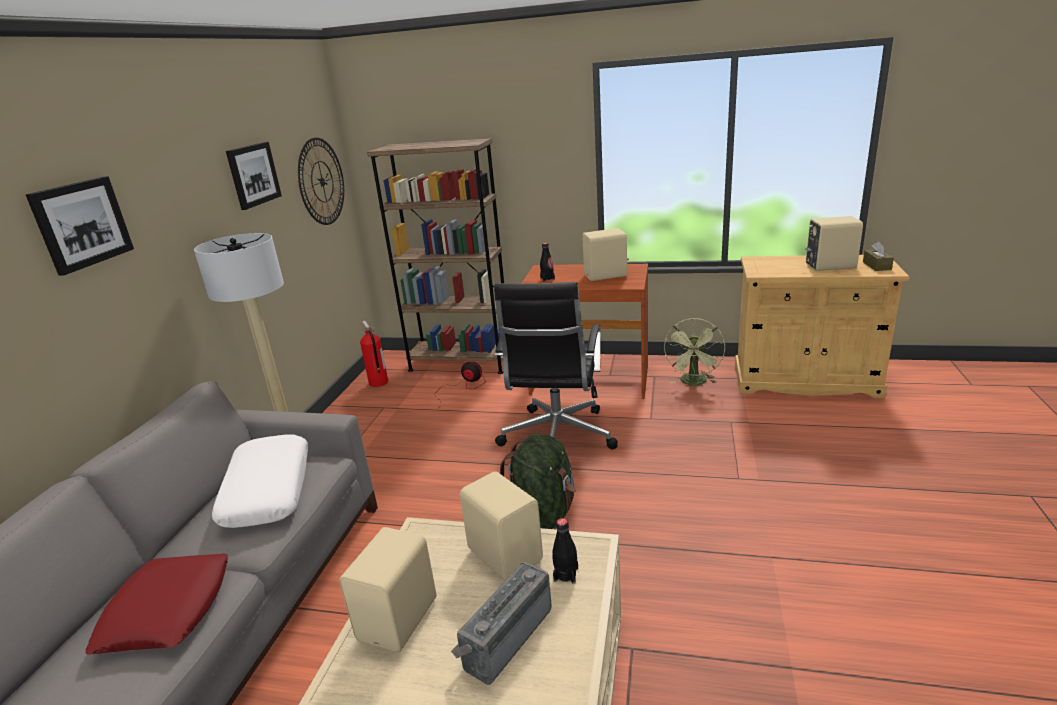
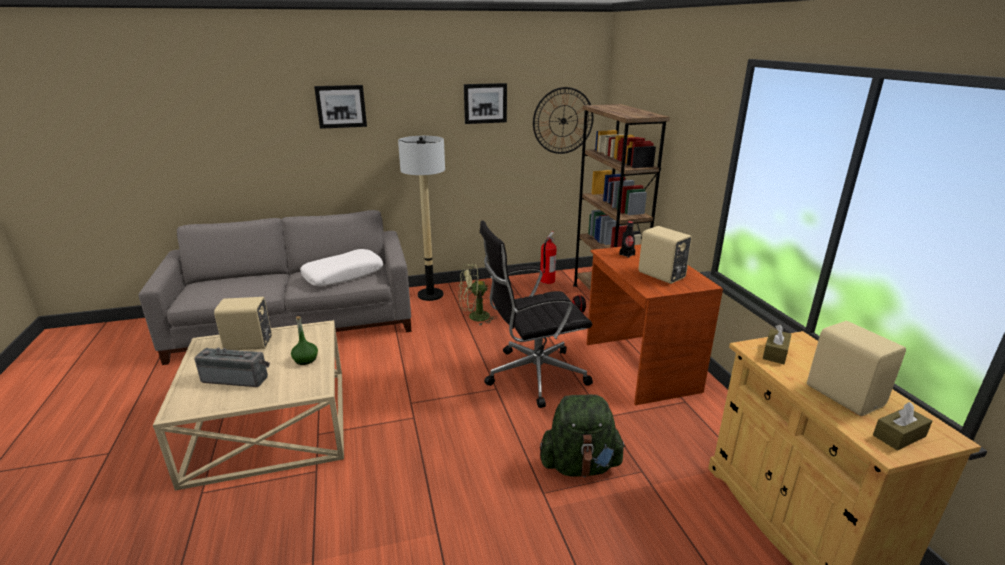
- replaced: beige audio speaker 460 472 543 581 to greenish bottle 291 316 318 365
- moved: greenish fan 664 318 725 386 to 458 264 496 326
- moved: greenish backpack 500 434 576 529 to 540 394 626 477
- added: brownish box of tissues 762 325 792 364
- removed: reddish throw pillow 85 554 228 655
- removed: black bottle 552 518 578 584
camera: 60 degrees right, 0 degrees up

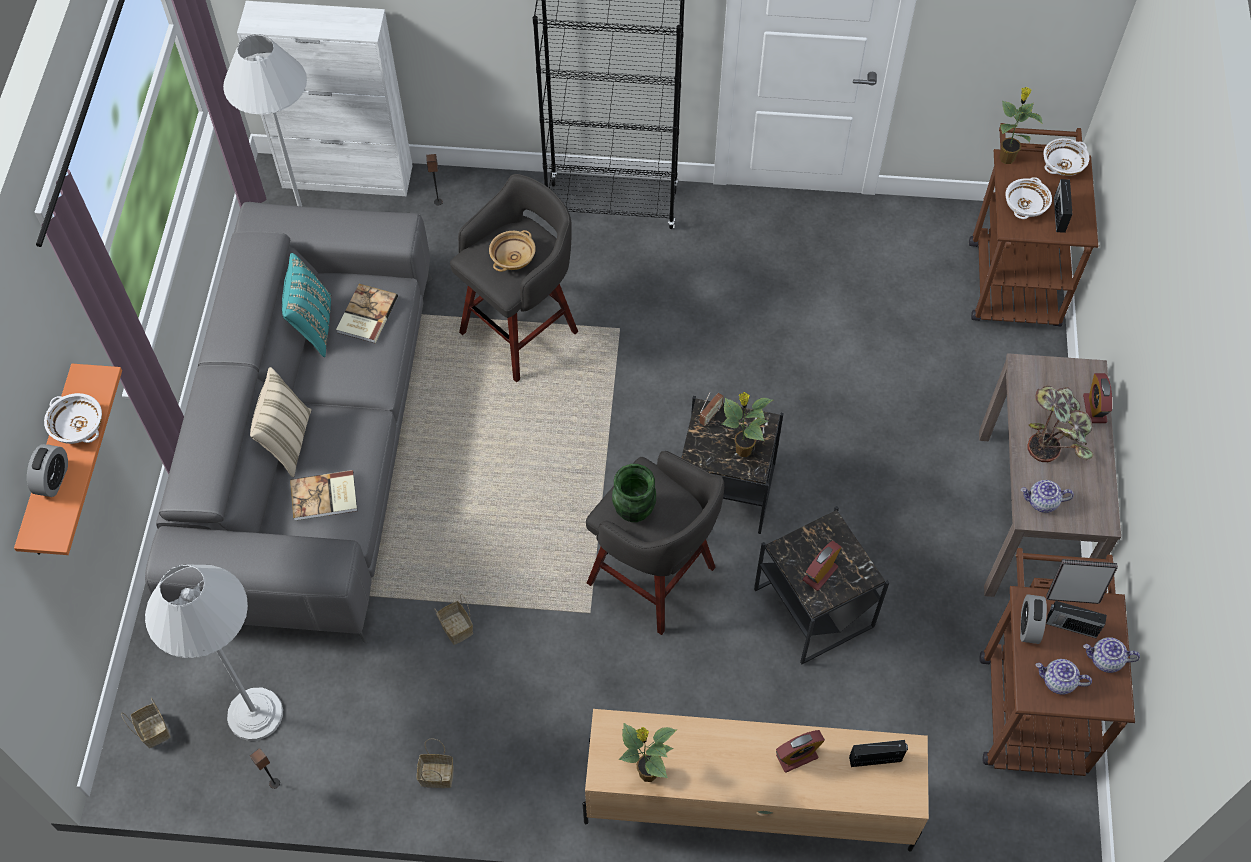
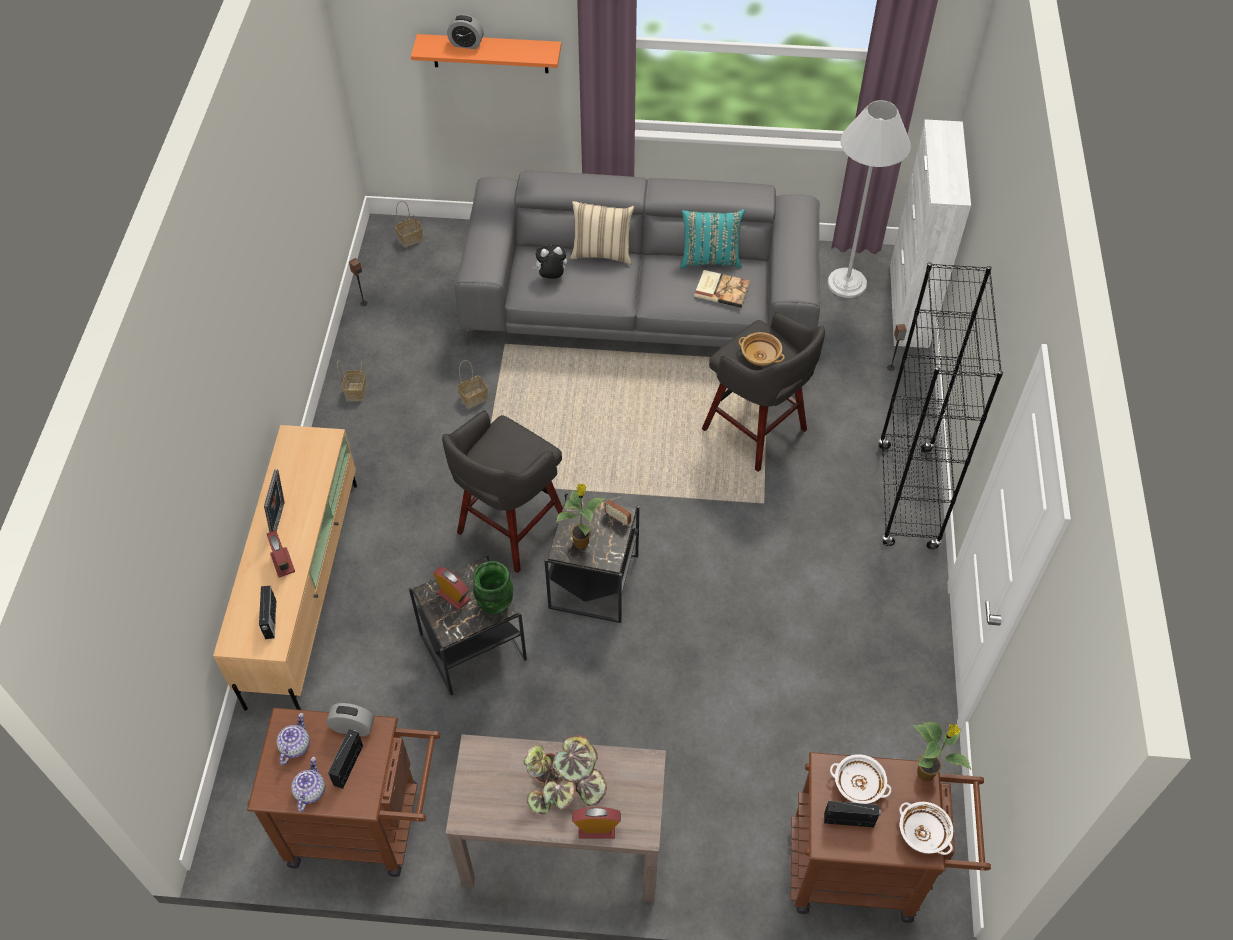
- moved: standing frame 1046 559 1118 604 to 264 469 285 532
- moved: greenish decorative vase 612 464 656 522 to 473 561 513 614
- replaced: book 290 470 358 521 to plush toy 532 245 567 279
- removed: white-coloured bowl 44 393 102 444
- removed: white-coloured standard lamp 145 564 283 741
- removed: houseplant 619 723 677 782
- removed: pot for tea 1021 480 1074 513
camera: 90 degrees right, 5 degrees down

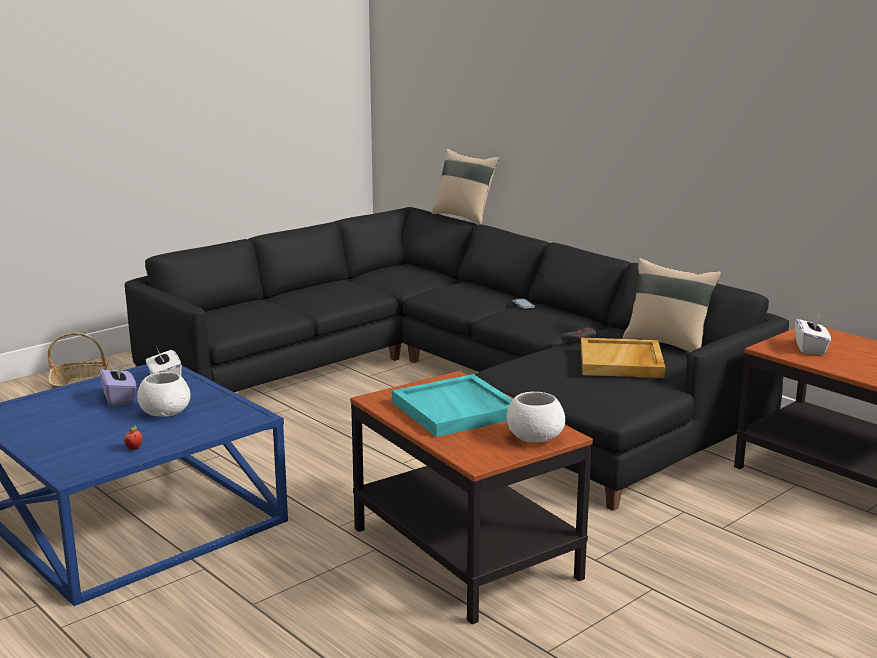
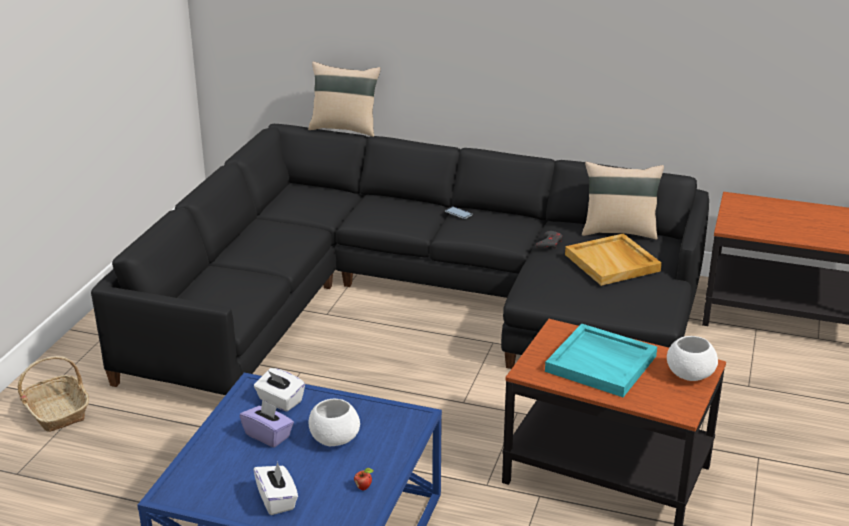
- moved: white-coloured box of tissues 795 313 831 355 to 254 462 298 515
camera: 30 degrees left, 10 degrees up

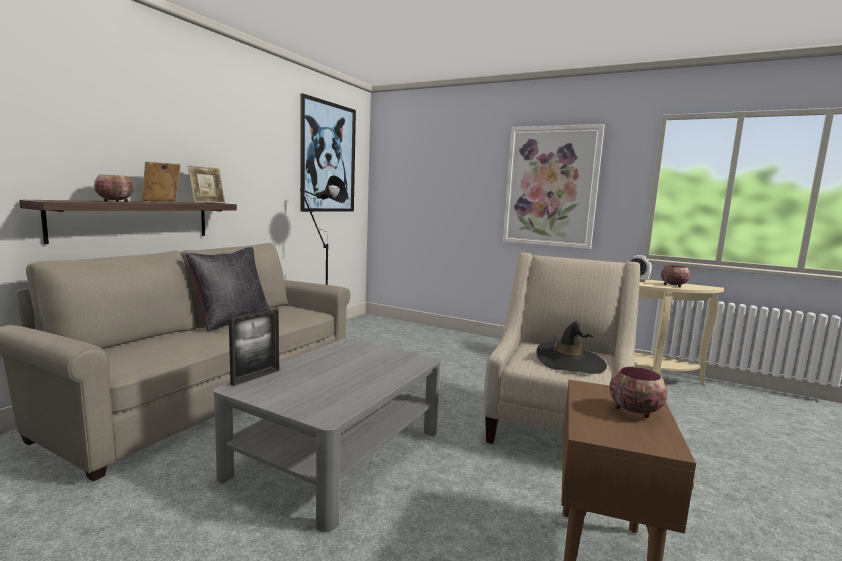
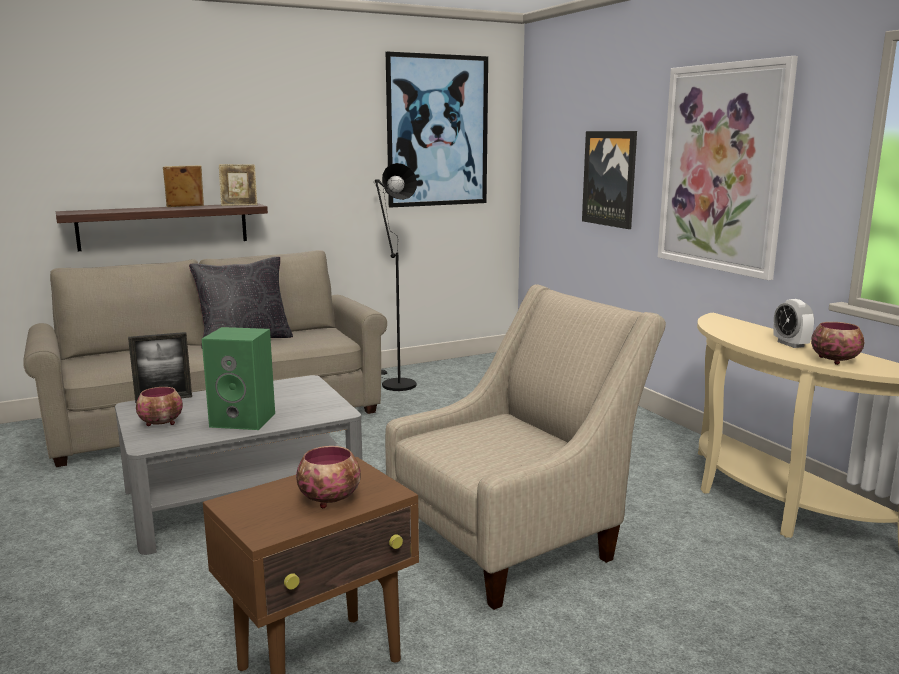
- moved: bowl 94 175 134 202 to 136 387 183 426
- added: greenish audio speaker 202 327 275 430
- added: picture 582 131 637 229
- removed: black clothing hat 536 321 607 374
camera: 35 degrees right, 5 degrees up

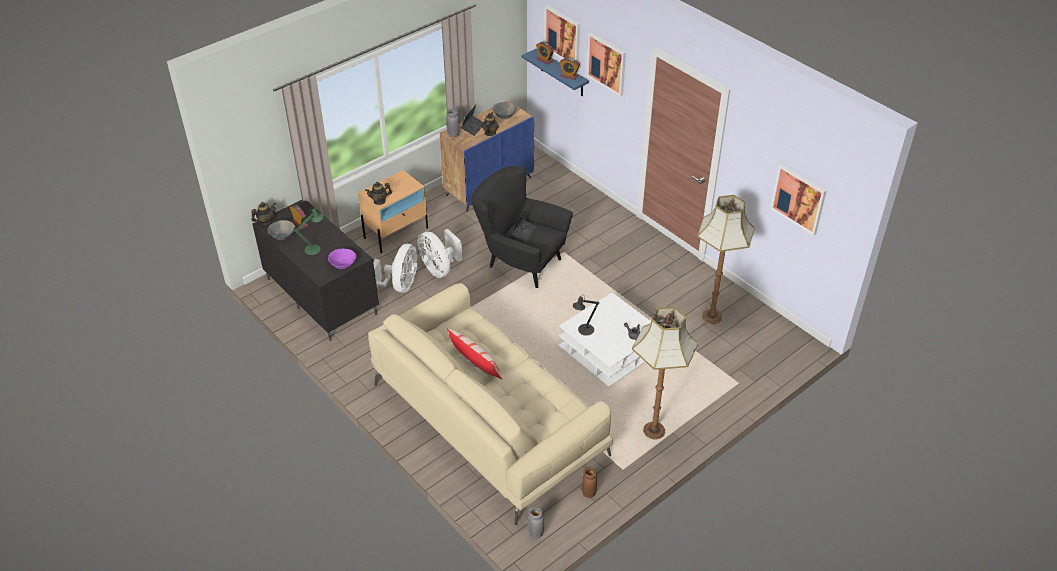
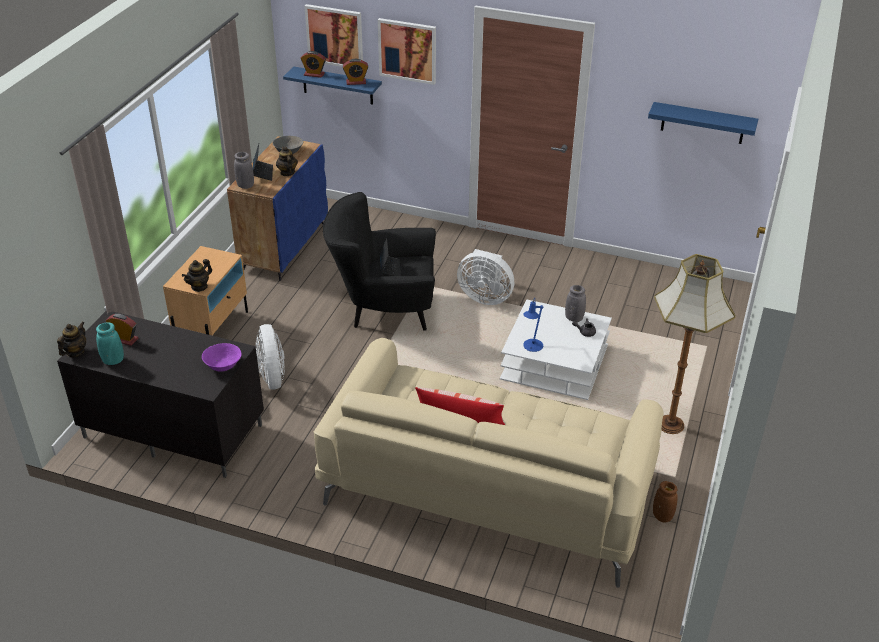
- replaced: greyish bowl 267 220 295 240 to turquoise-coloured decorative vase 96 323 124 365
- moved: white-coloured fan 417 229 462 278 to 457 249 514 305
- recoloured: black table lamp 573 294 599 336 to blue table lamp 523 300 543 352
- moved: greyish decorative vase 527 507 544 539 to 565 285 586 322
- replaced: picture 770 164 827 236 to blue shelf 648 102 758 144
- removed: greenish table lamp 294 208 324 255
- removed: standard lamp 697 195 755 324
camera: 30 degrees left, 5 degrees down

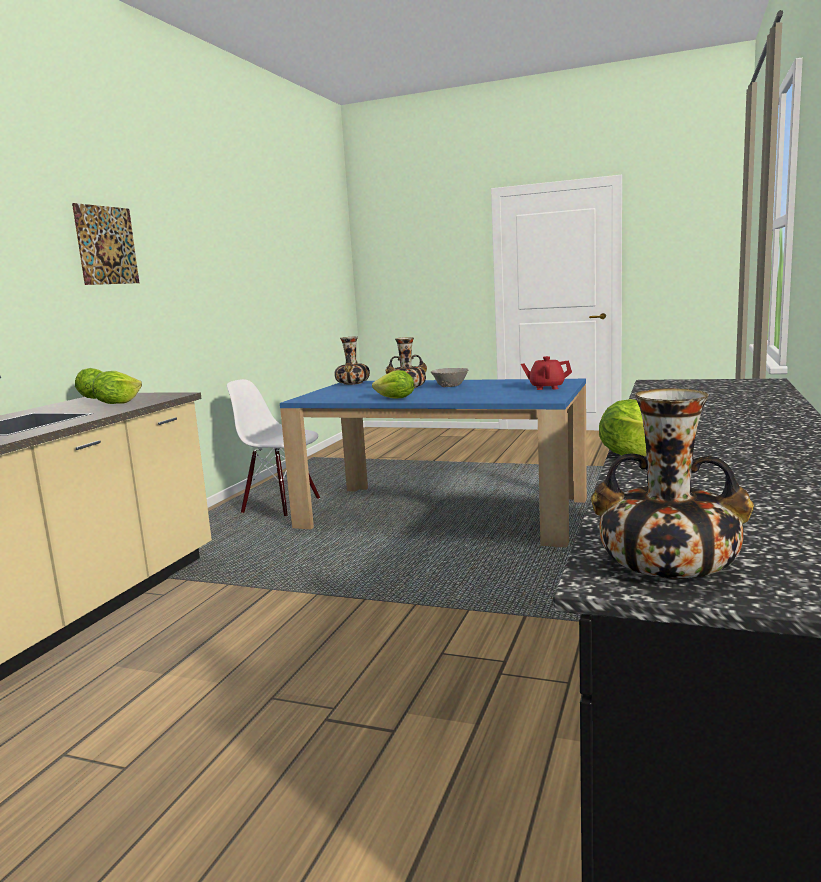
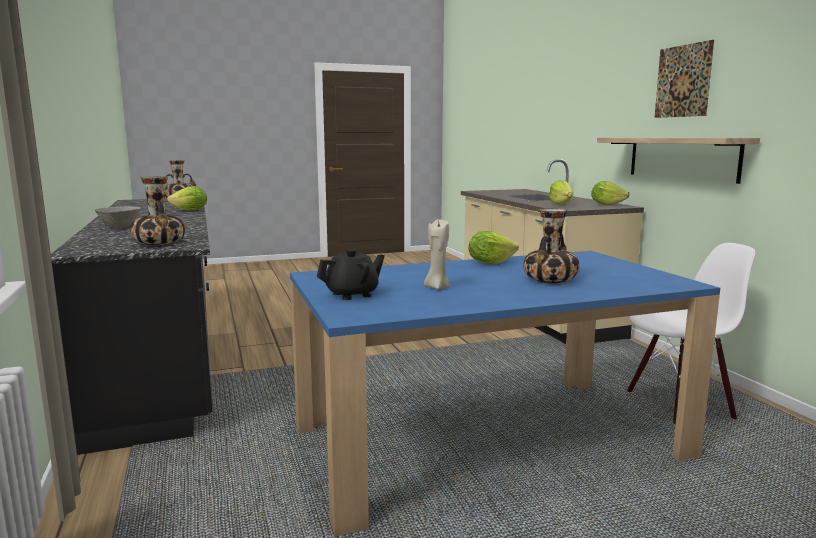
- moved: greyish bowl 431 368 469 387 to 95 206 141 228
- moved: decorative vase 334 336 370 385 to 130 176 185 246
- recoloured: reddish pot for tea 521 356 572 390 to black pot for tea 317 249 385 300
- added: beige wax candle 424 219 450 289
- added: shelf 597 138 760 184
camera: 140 degrees right, 0 degrees up

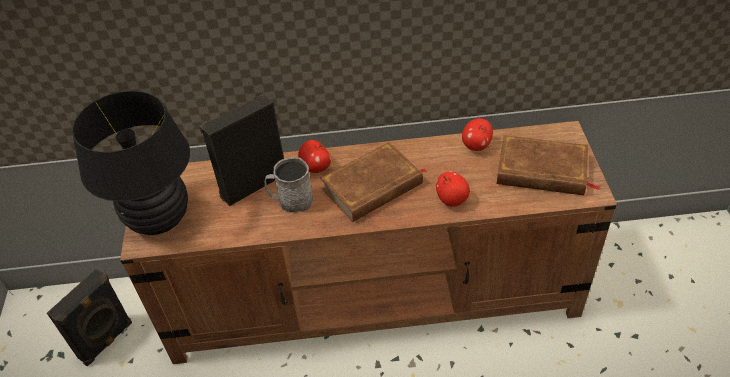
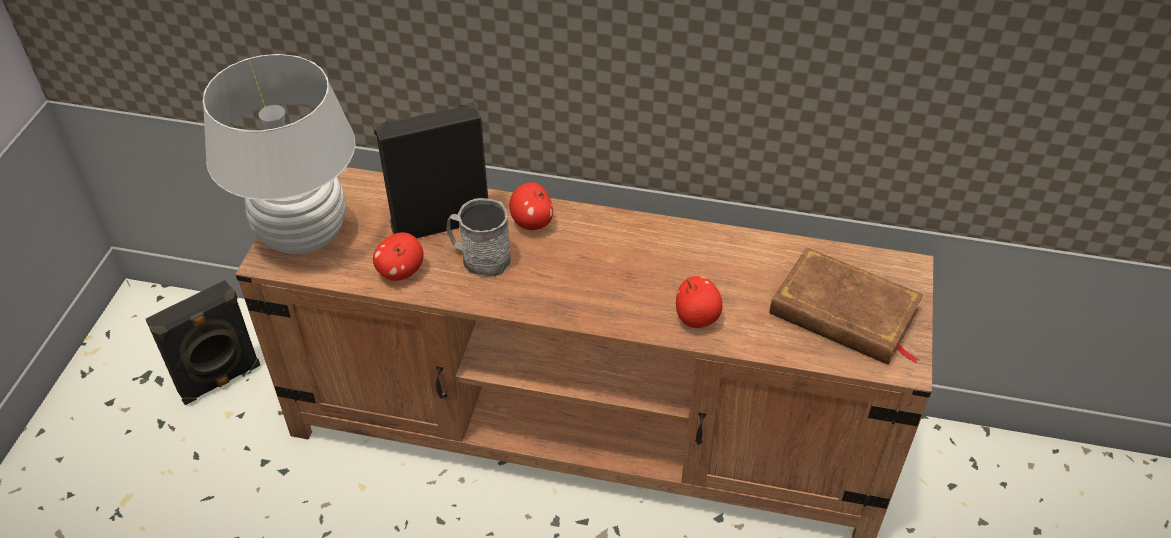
- recoloured: black table lamp 72 90 190 235 to white-coloured table lamp 203 54 356 254
- moved: apple fruit 462 118 493 151 to 373 232 424 281
- removed: brownish book 320 142 427 222
camera: 15 degrees right, 0 degrees up

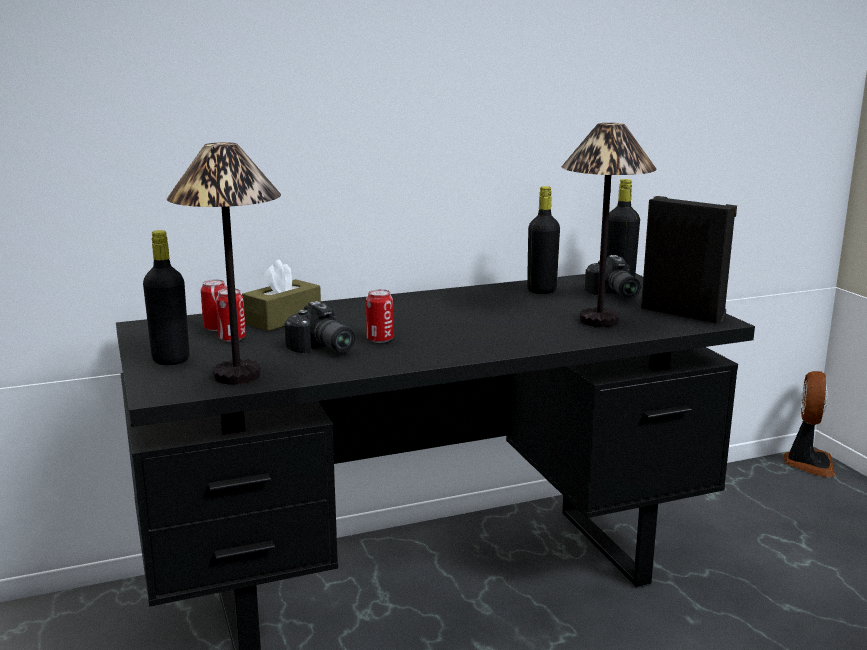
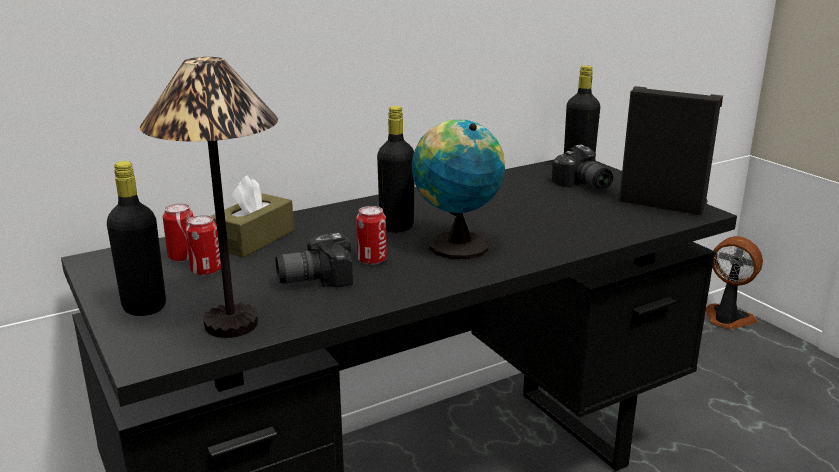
- turned: photo camera 284 301 355 353 = 276 233 353 287 120 degrees clockwise
- moved: black bottle 527 186 560 294 to 377 106 414 233
- added: globe 412 120 505 259
- turned: fan 784 371 835 477 = 706 236 763 329 60 degrees counterclockwise
- removed: table lamp 562 123 657 327
camera: 10 degrees left, 5 degrees up

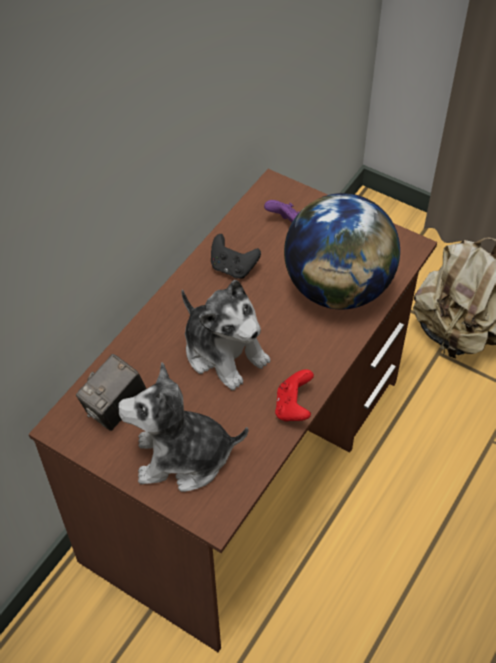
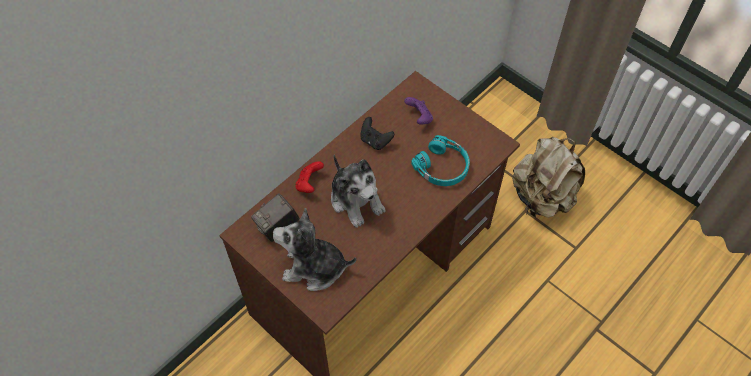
- moved: reddish joypad 275 369 314 421 to 296 161 324 193
- replaced: globe 284 193 400 309 to turquoise-coloured headphones 411 135 470 186
camera: 10 degrees right, 5 degrees up

